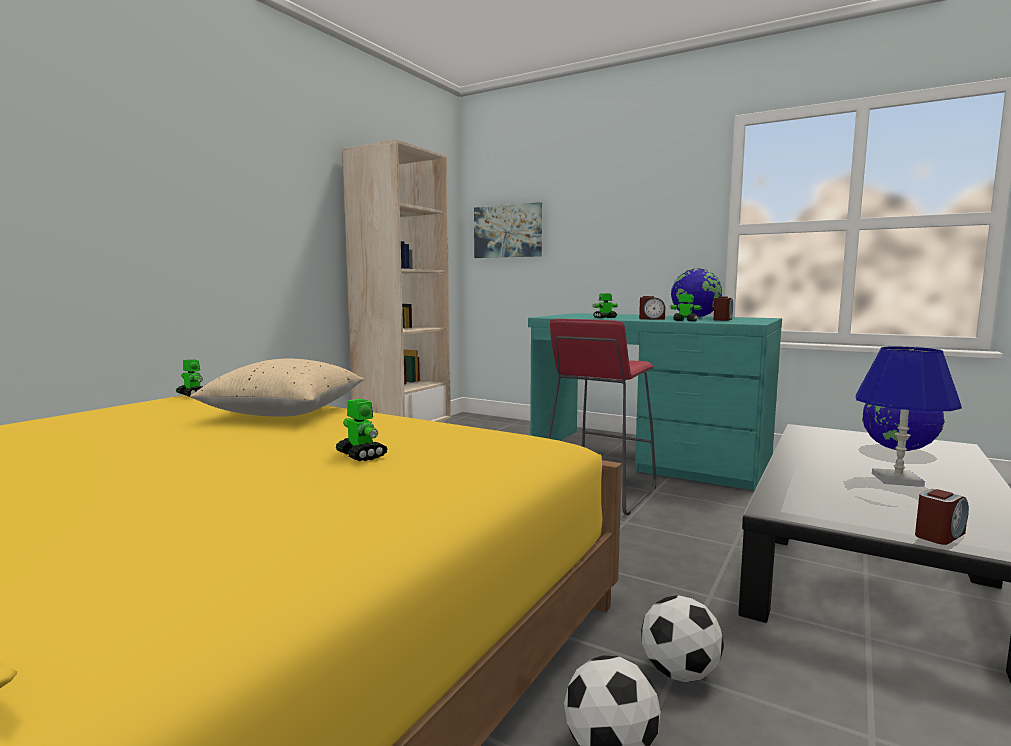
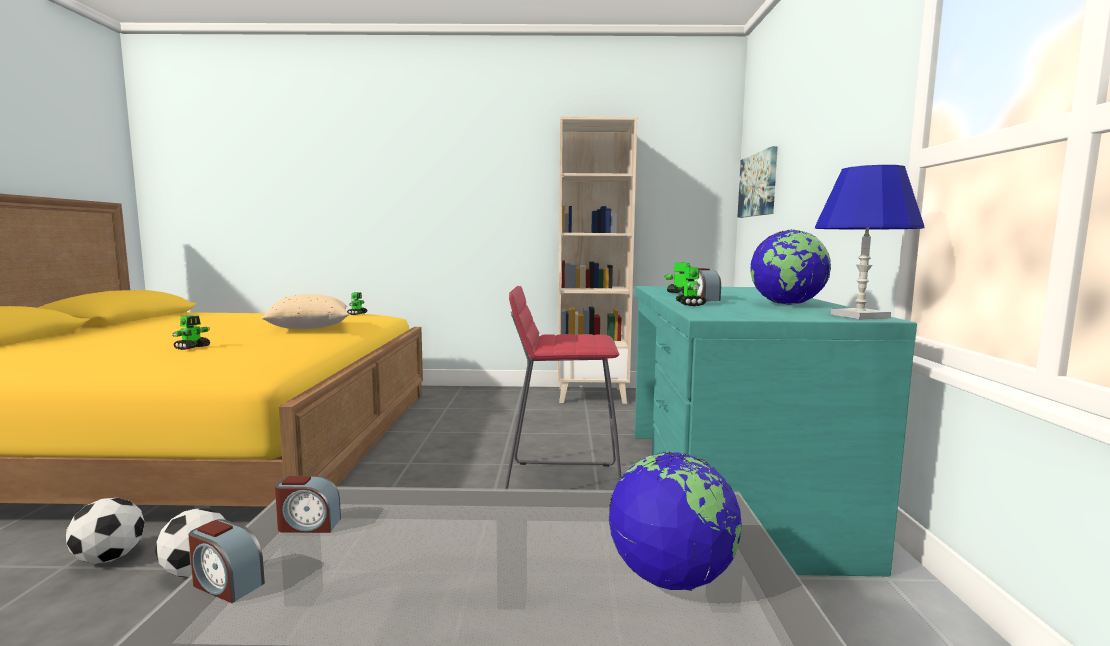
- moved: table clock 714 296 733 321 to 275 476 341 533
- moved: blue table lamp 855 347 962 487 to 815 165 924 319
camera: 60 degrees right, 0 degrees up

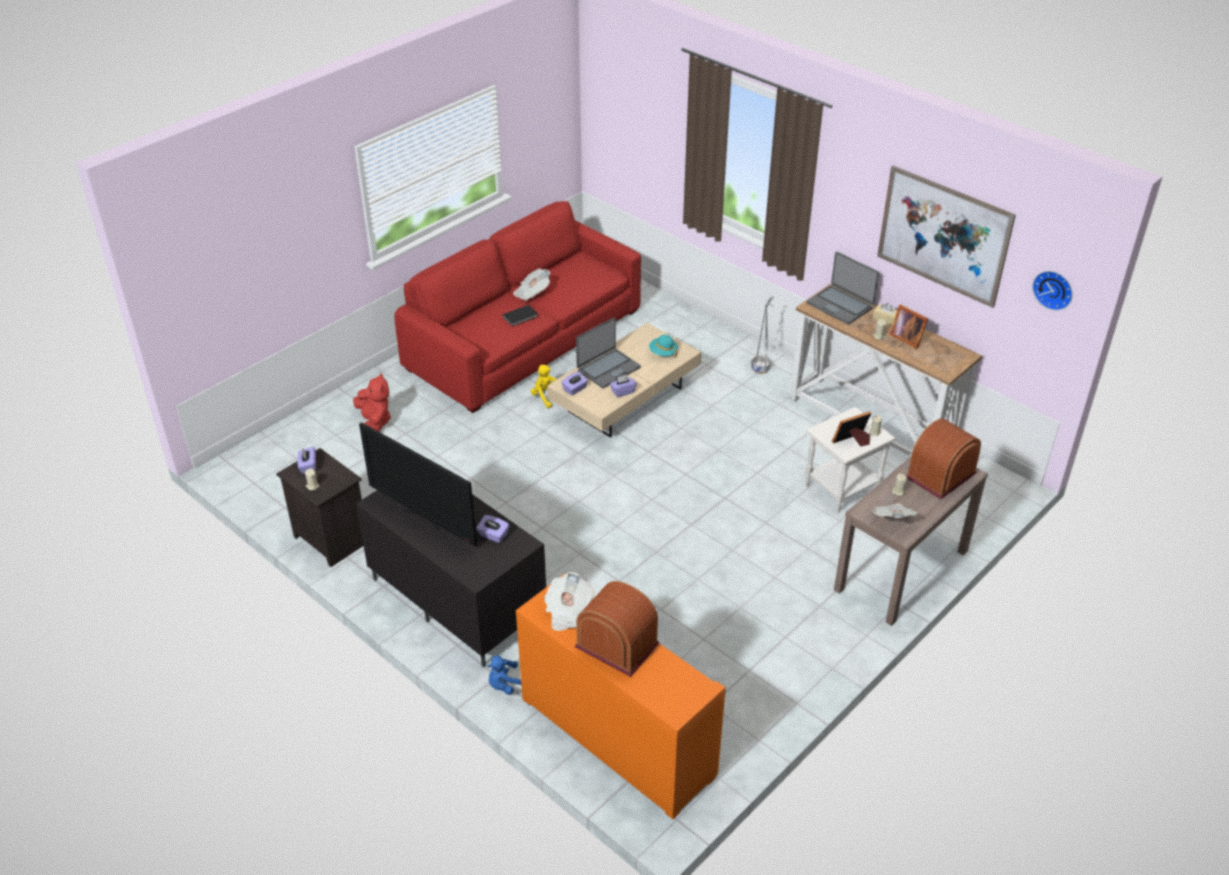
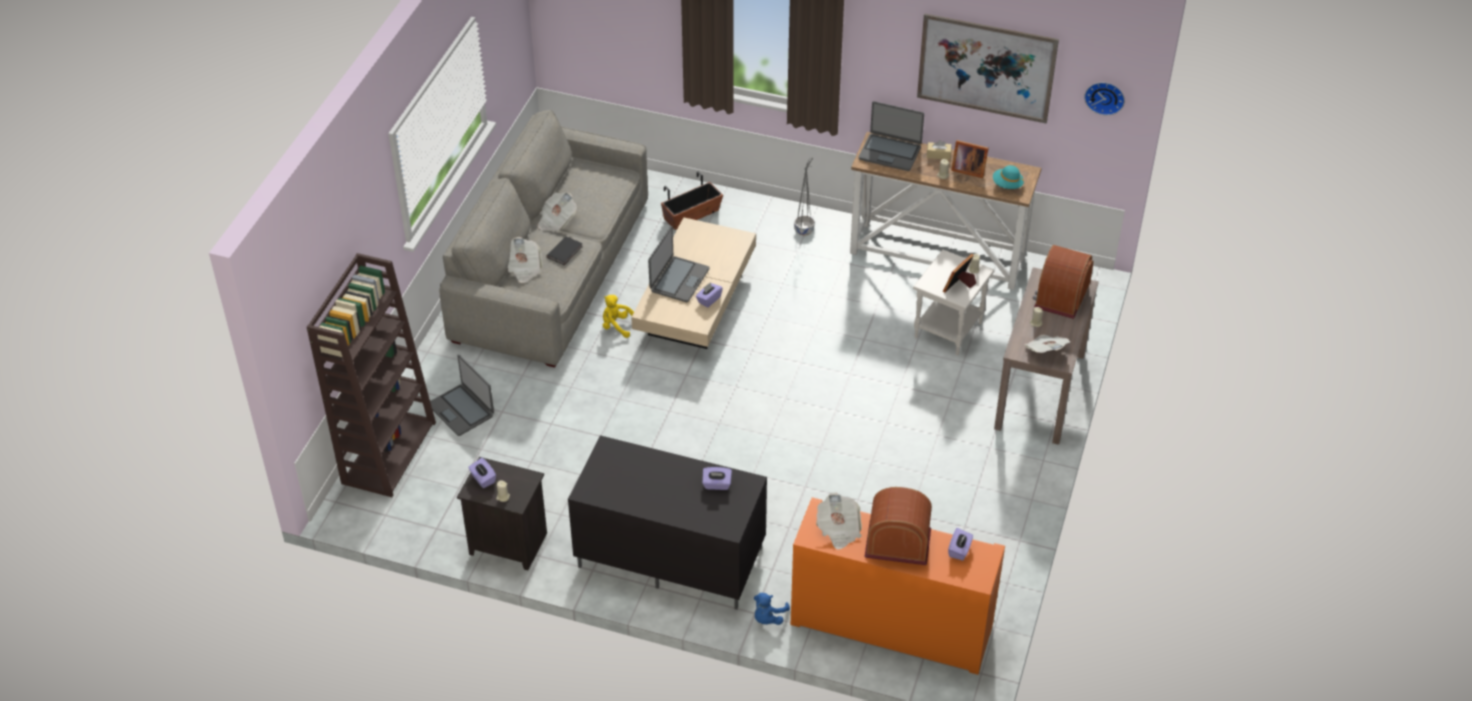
- added: brownish bookcase 307 253 436 497
- replaced: reddish plush toy 353 373 391 432 to laptop 430 355 494 436
- recoloured: reddish settee 394 201 641 413 to greyish settee 439 110 648 367
- added: daily paper 508 237 542 283
- added: plant pot 661 171 723 230
- moved: purple box of tissues 561 372 588 395 to 948 528 973 561
- moved: turquoise-coloured clothing hat 649 335 678 357 to 993 165 1024 189
- removed: television 359 422 477 546
camera: 25 degrees left, 5 degrees up

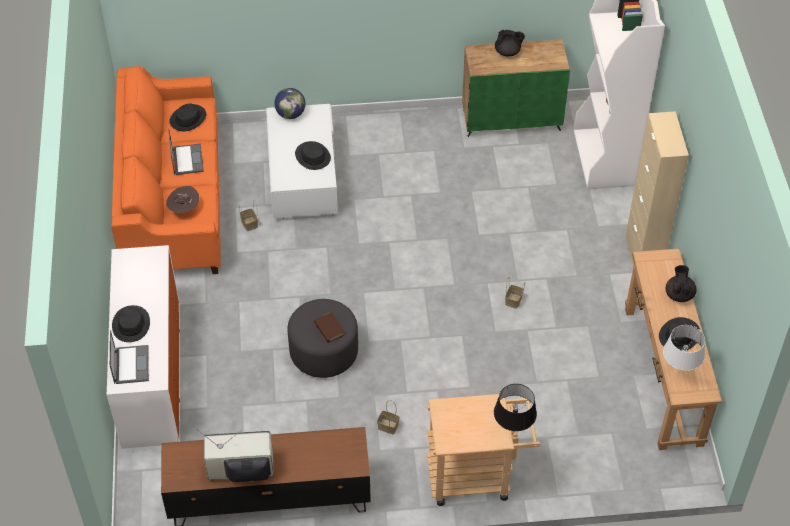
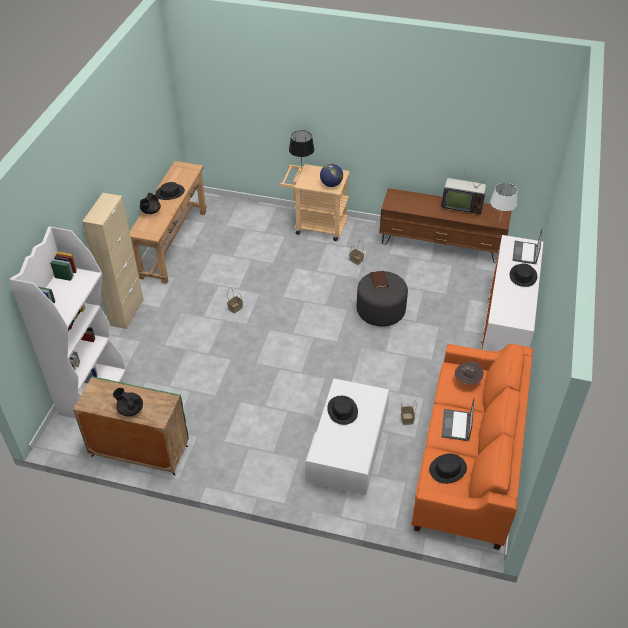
- moved: globe 274 88 305 119 to 320 163 343 187
- moved: white-coloured table lamp 663 325 705 375 to 490 183 517 218
camera: 160 degrees left, 5 degrees down

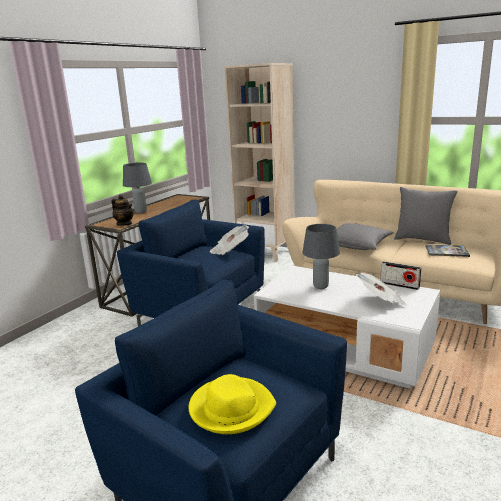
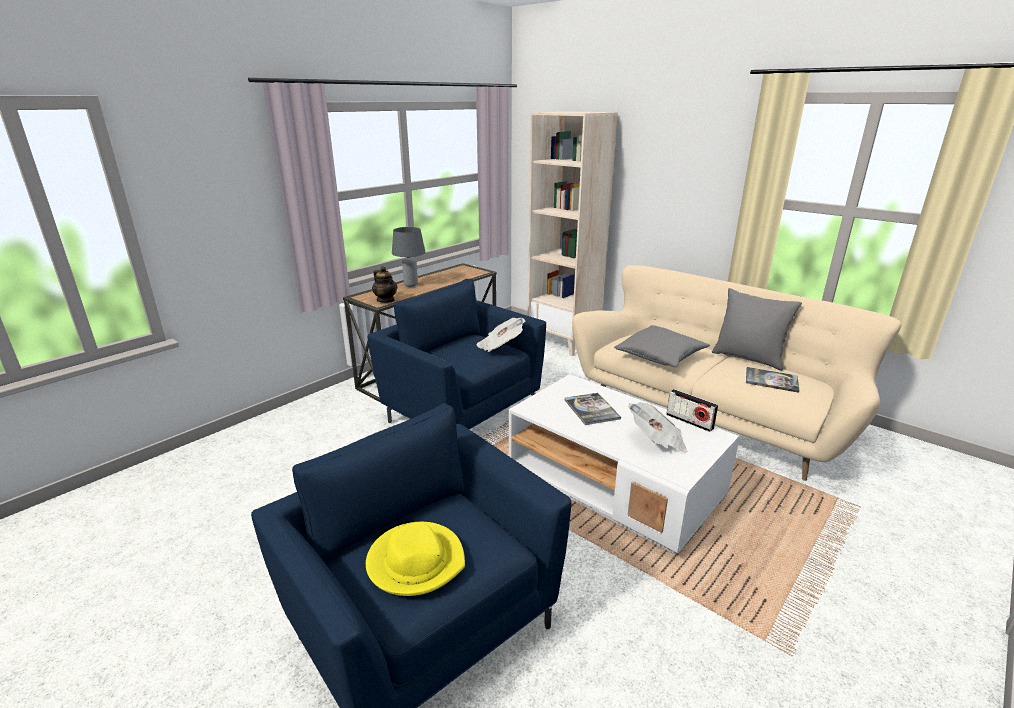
- replaced: greyish table lamp 302 224 340 289 to book 565 393 621 425
camera: 10 degrees right, 5 degrees up

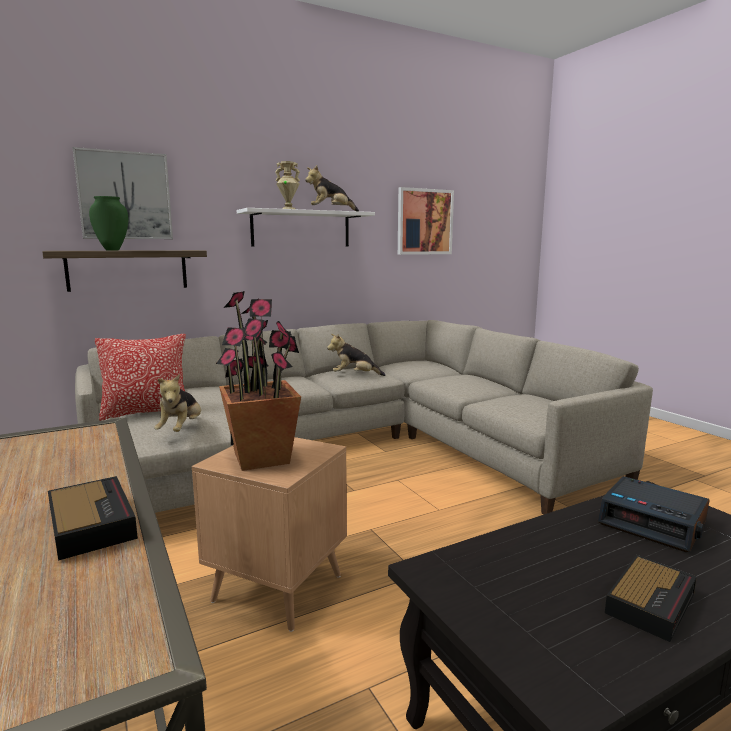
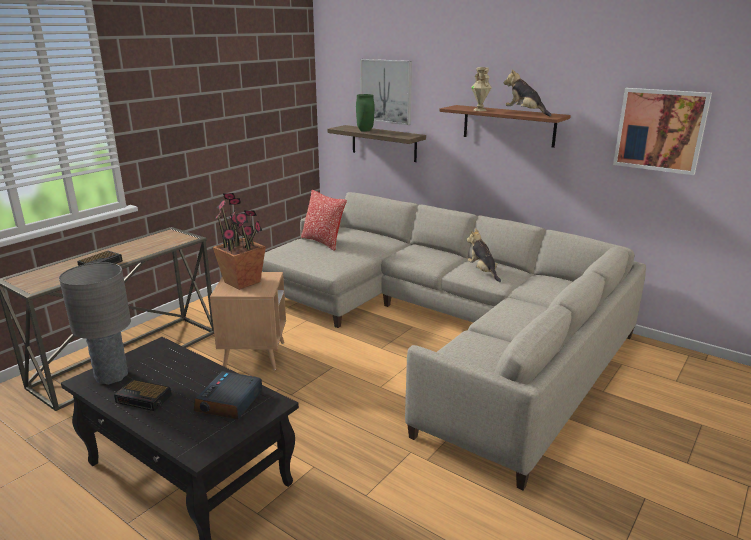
- added: greyish table lamp 59 262 131 385
- recoloured: white-coloured shelf 237 208 375 247 to brownish shelf 439 105 571 148
- removed: plush toy 154 374 201 432
camera: 65 degrees right, 10 degrees up

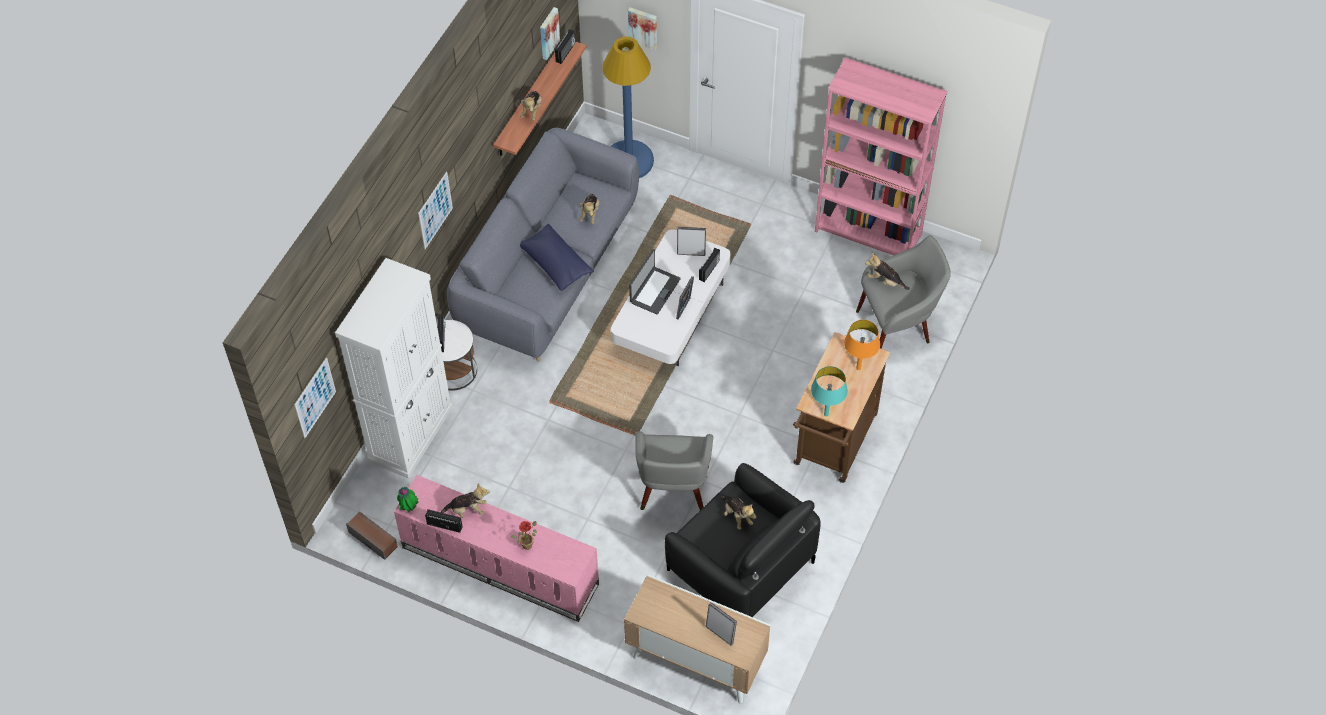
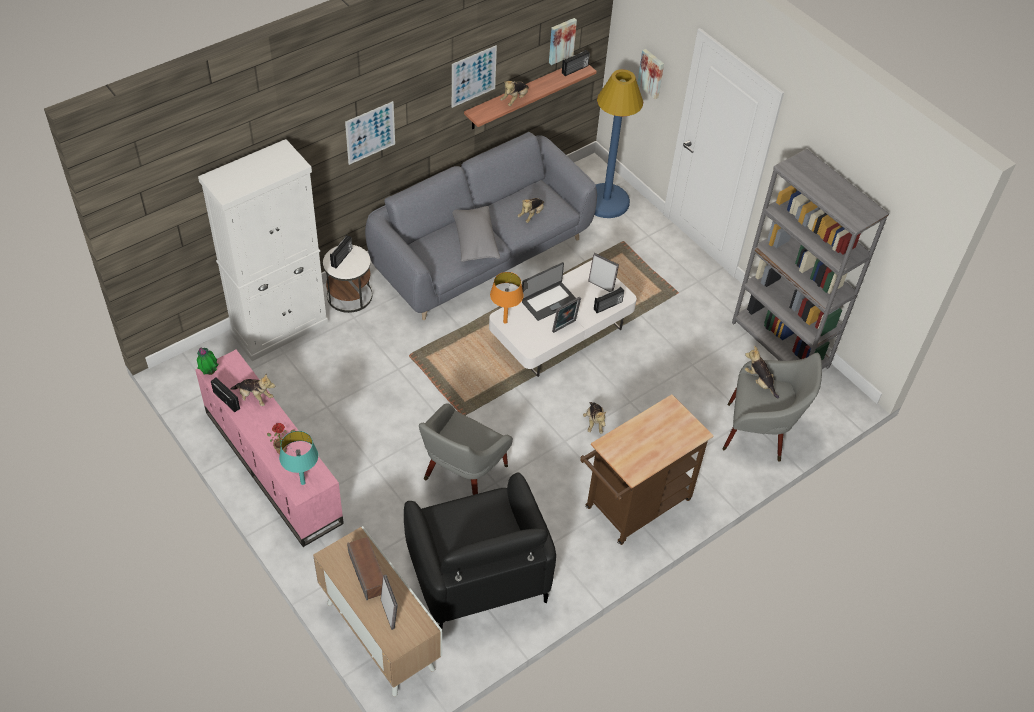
- moved: turquoise-coloured table lamp 811 366 848 417 to 279 431 318 485
- moved: audio speaker 346 511 398 560 to 347 537 383 600
- moved: picture 294 358 336 438 to 452 45 497 108
- recoloured: blue throw pillow 520 224 594 291 to greyish throw pillow 452 206 500 262
- moved: orange-coloured table lamp 844 320 880 370 to 490 272 524 324
- moved: plush toy 720 496 757 530 to 583 402 606 434
- recoloured: pink-coloured bookcase 815 57 947 255 to greyish bookcase 732 149 889 369
camera: 25 degrees right, 5 degrees down

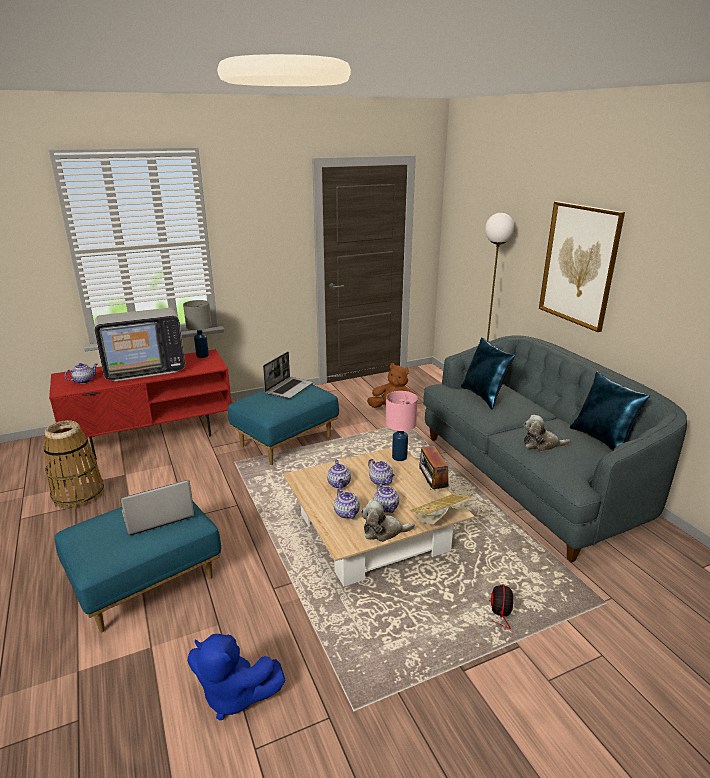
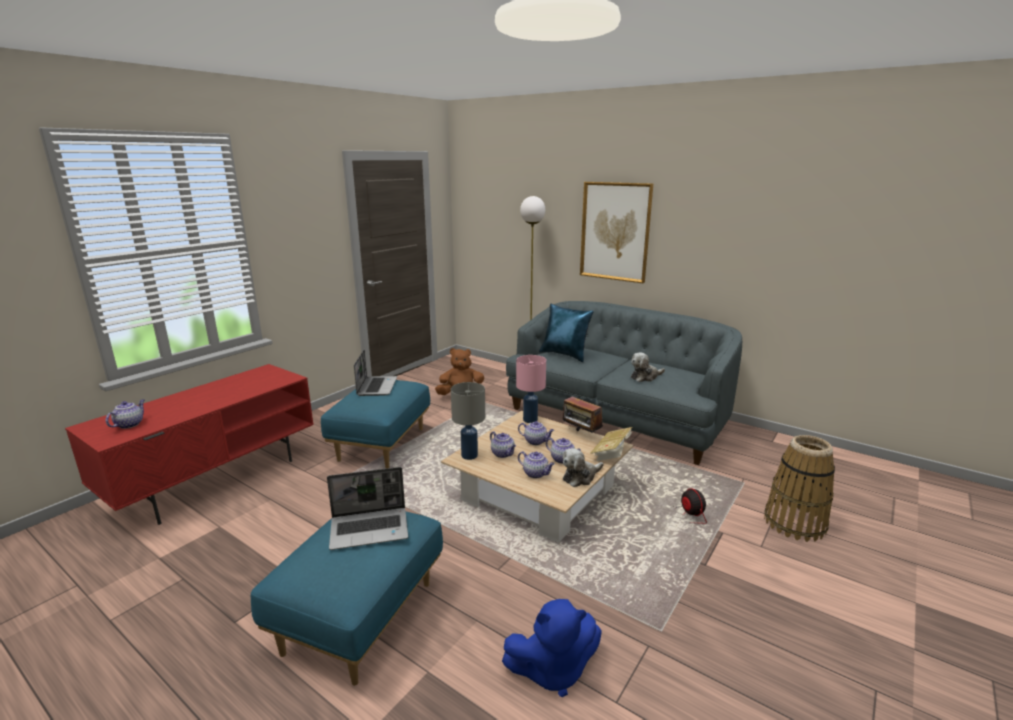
- turned: laptop 121 480 195 535 = 327 467 408 550 135 degrees counterclockwise
- moved: greyish table lamp 183 300 212 358 to 451 382 485 460
- moved: storage basket 44 420 104 509 to 764 435 835 542
- removed: television 95 308 185 381
- removed: blue throw pillow 570 372 650 450
camera: 30 degrees left, 5 degrees down

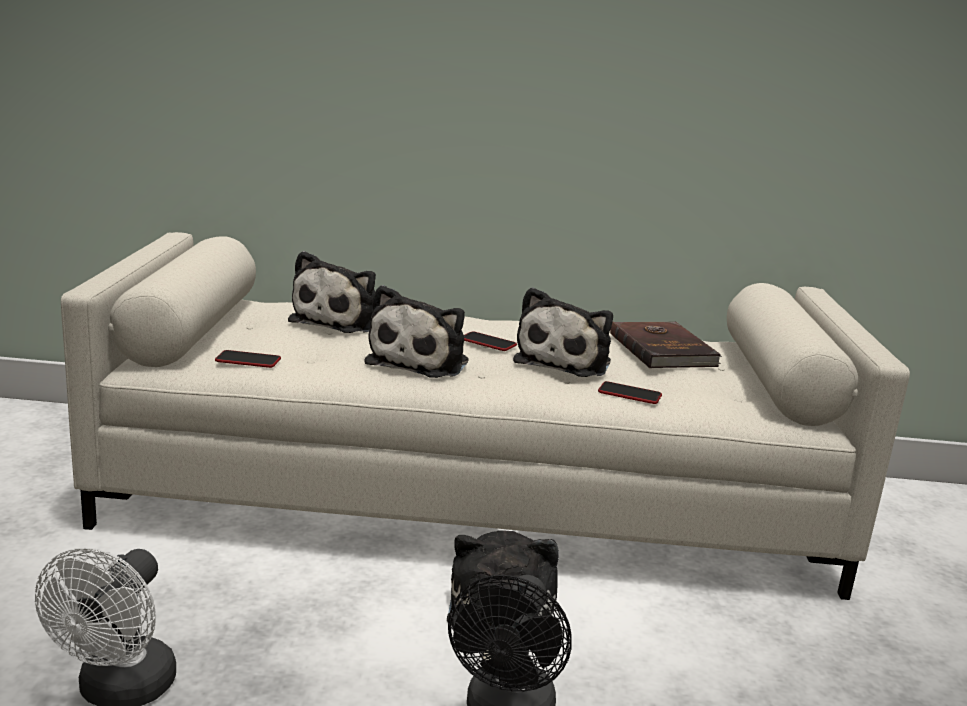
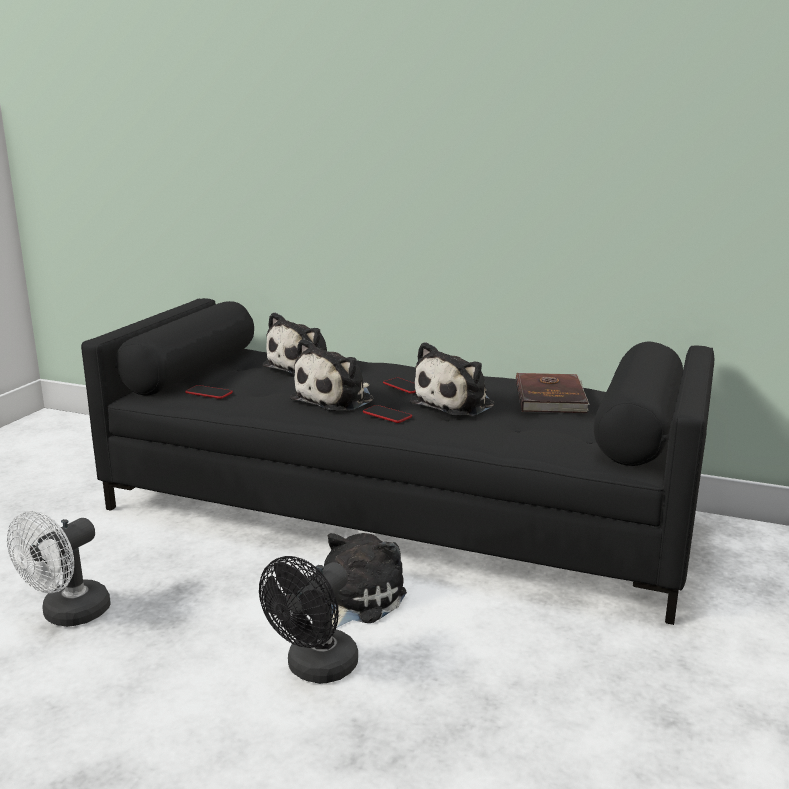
- recoloured: beige settee 61 232 910 600 to black settee 81 298 714 625
- moved: phone 598 381 662 404 to 363 405 412 423
camera: 20 degrees right, 0 degrees up

